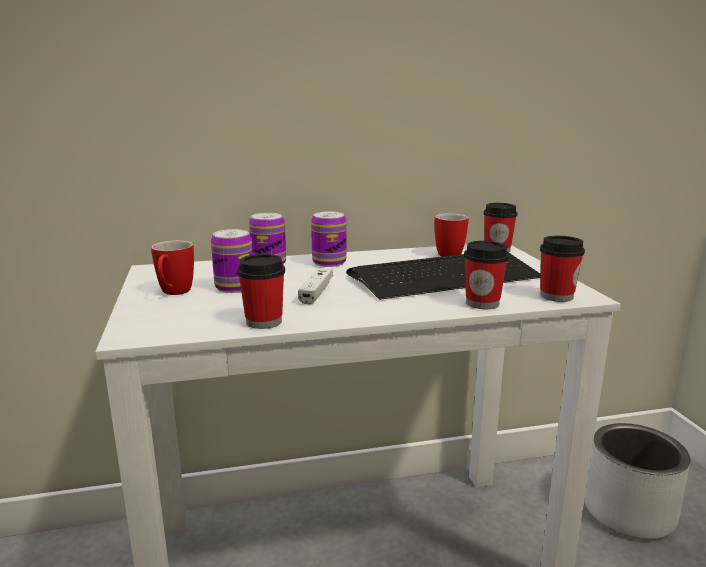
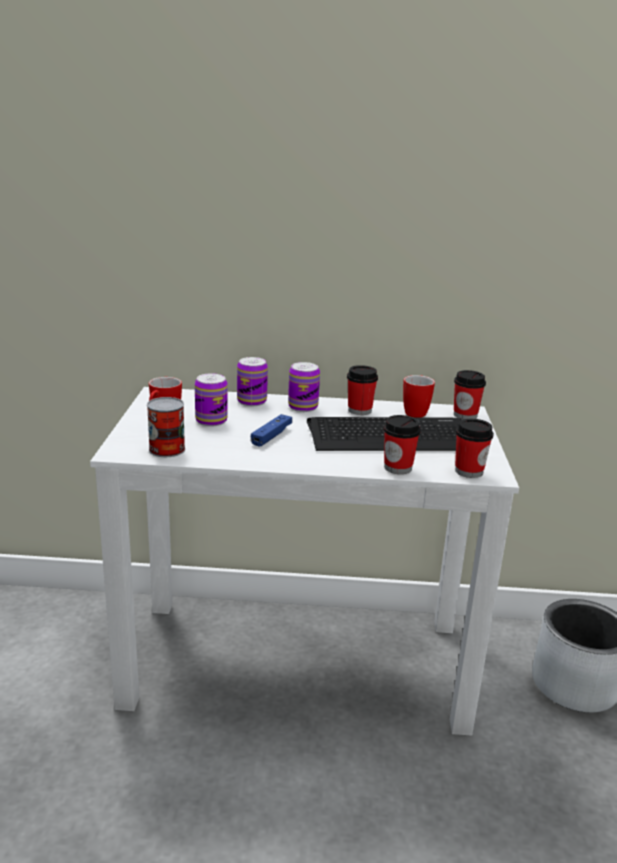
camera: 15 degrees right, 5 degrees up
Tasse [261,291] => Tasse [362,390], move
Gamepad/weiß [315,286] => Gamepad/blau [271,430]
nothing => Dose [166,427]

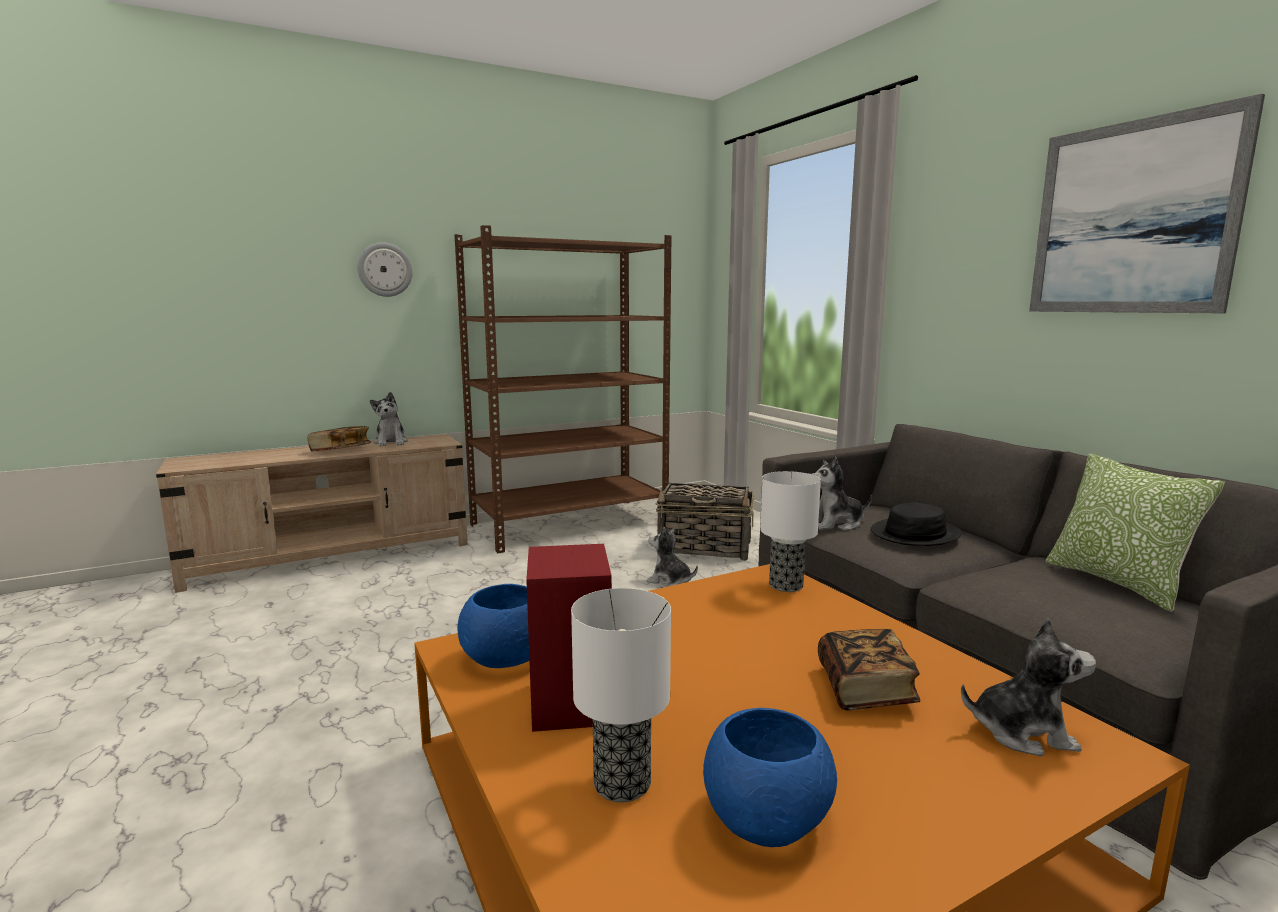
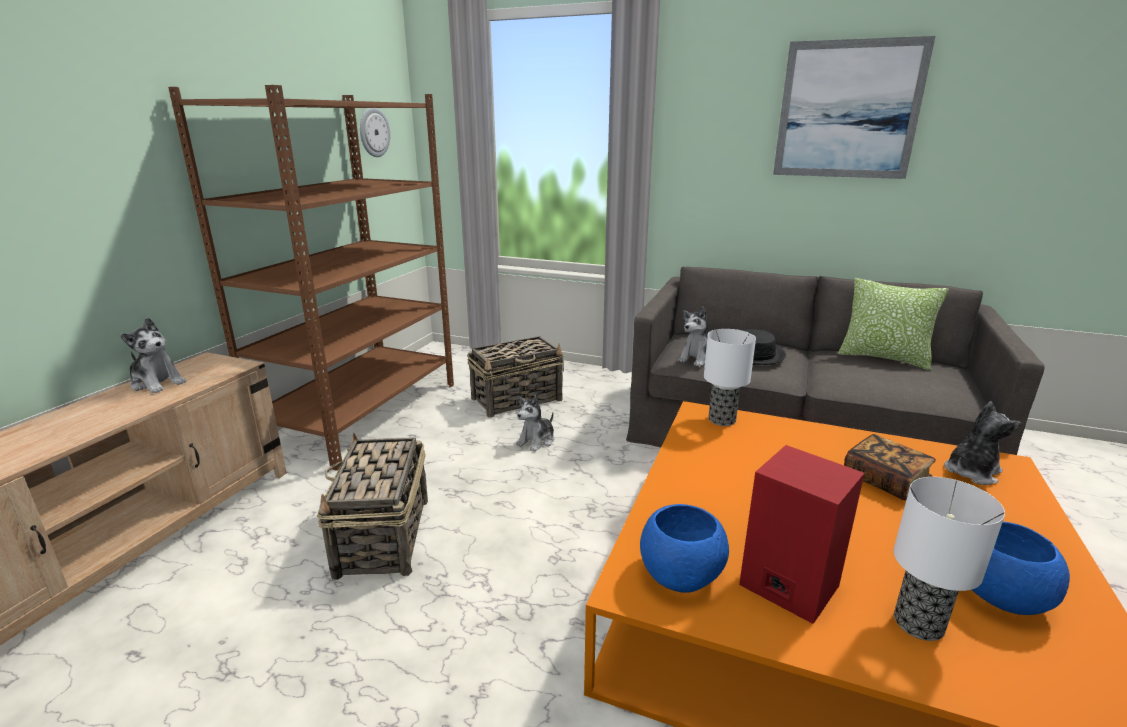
camera: 40 degrees left, 10 degrees up
Wanduhr [385,269] => Wanduhr [375,132], move
Buch [339,439] => nothing
Plüschtier [672,557] => Plüschtier [535,423], 45 degrees counterclockwise
nothing => Korb [372,506]

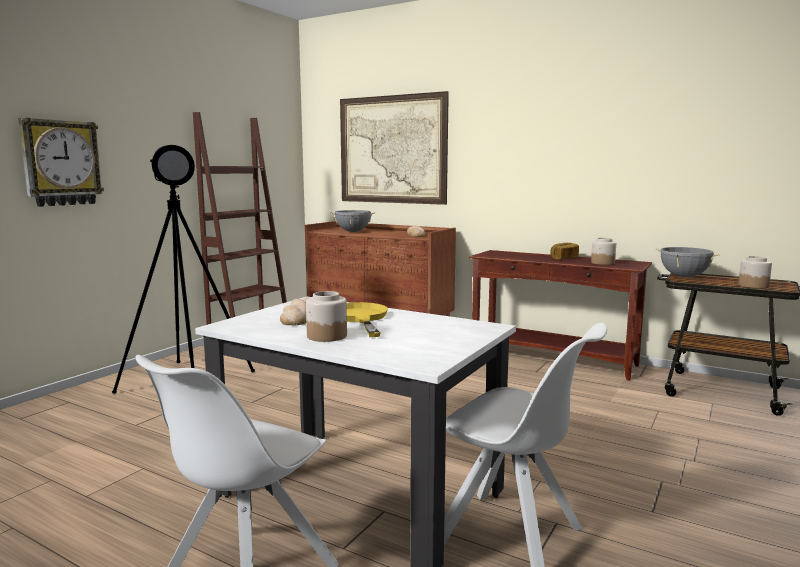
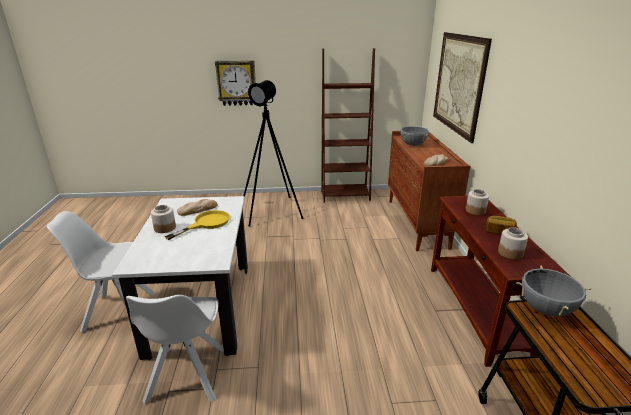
camera: 55 degrees right, 15 degrees up
Vorratsglas [755,272] => Vorratsglas [477,202], move

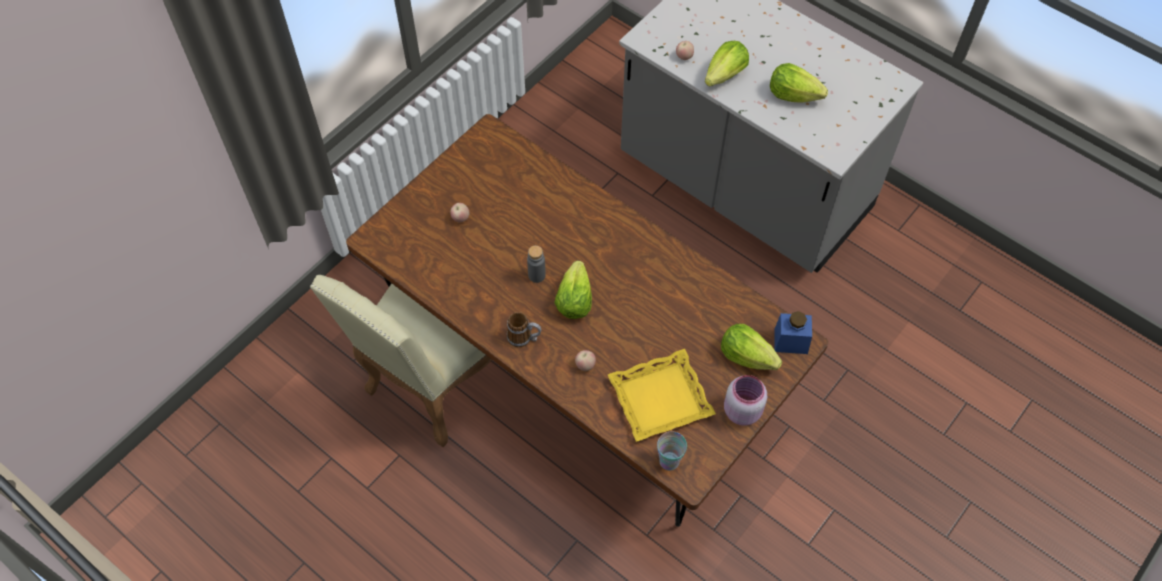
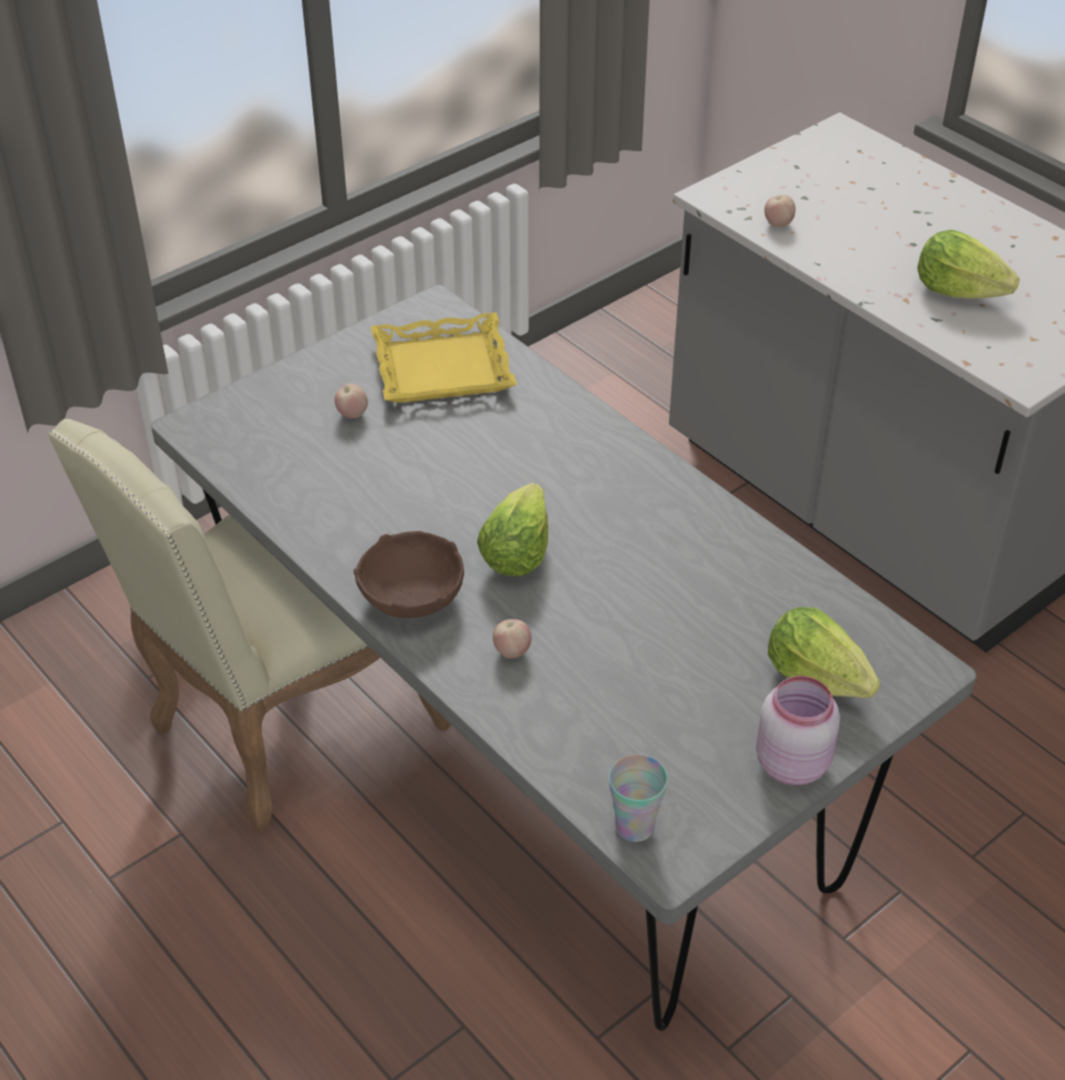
camera: 10 degrees right, 15 degrees down
Salatkopf [727,63] => nothing
Esstisch/braun [587,320] => Esstisch/grau [563,658]
Flasche/grau [536,264] => nothing
Vorratsglas/blau [793,332] => nothing
Henkelbecher [524,329] => Schüssel/braun [409,574]
Tablett/gelb [662,395] => Tablett/gelb [444,358], move

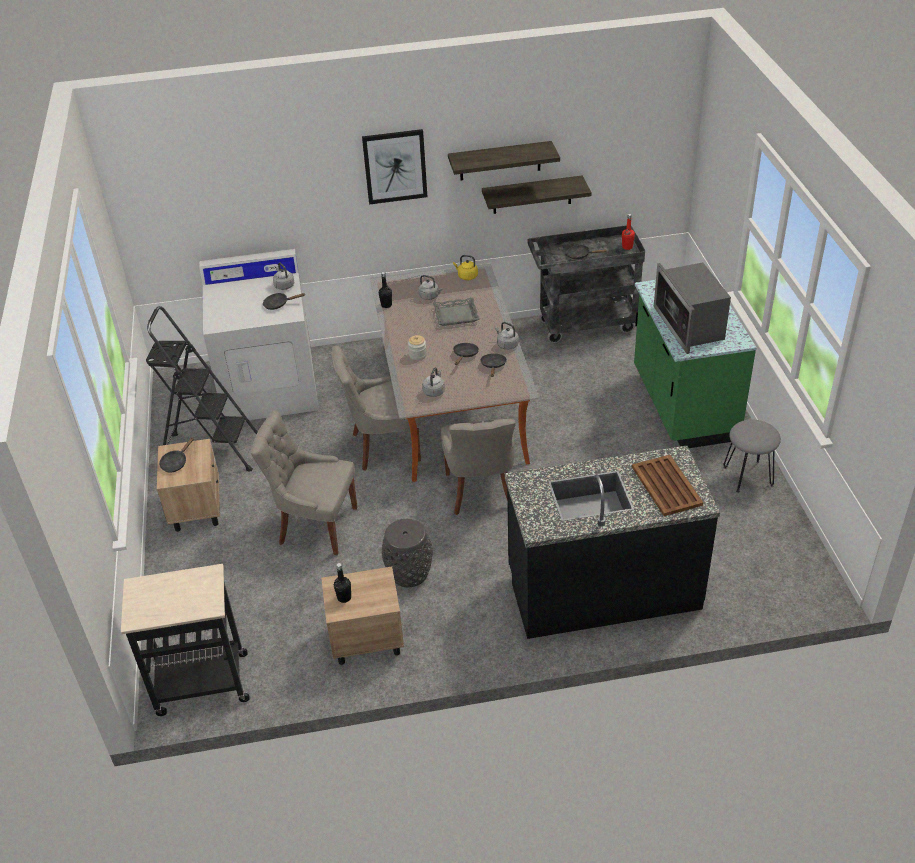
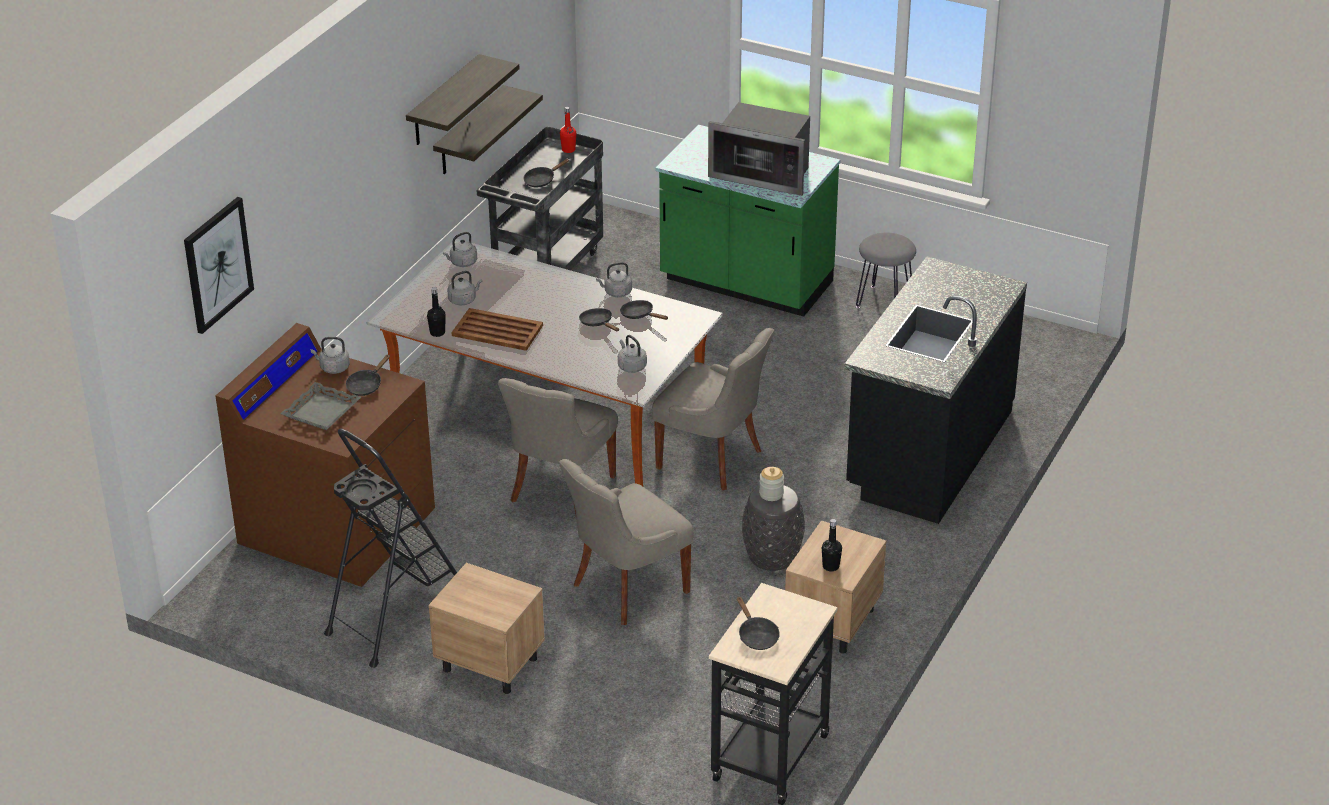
camera: 55 degrees left, 5 degrees down
Bild [395,167] => Bild [219,265], move
Waschmaschine/weiß [259,334] => Waschmaschine/braun [325,455]
Wasserkessel/gelb [465,267] => Wasserkessel/grau [460,249]
Tablett/grau [456,312] => Tablett/grau [321,406], move
Vorratsglas [417,347] => Vorratsglas [771,484], move
Pfanne/schwarz [176,455] => Pfanne/schwarz [758,623], move
Tablett/braun [668,485] => Tablett/braun [497,329], move

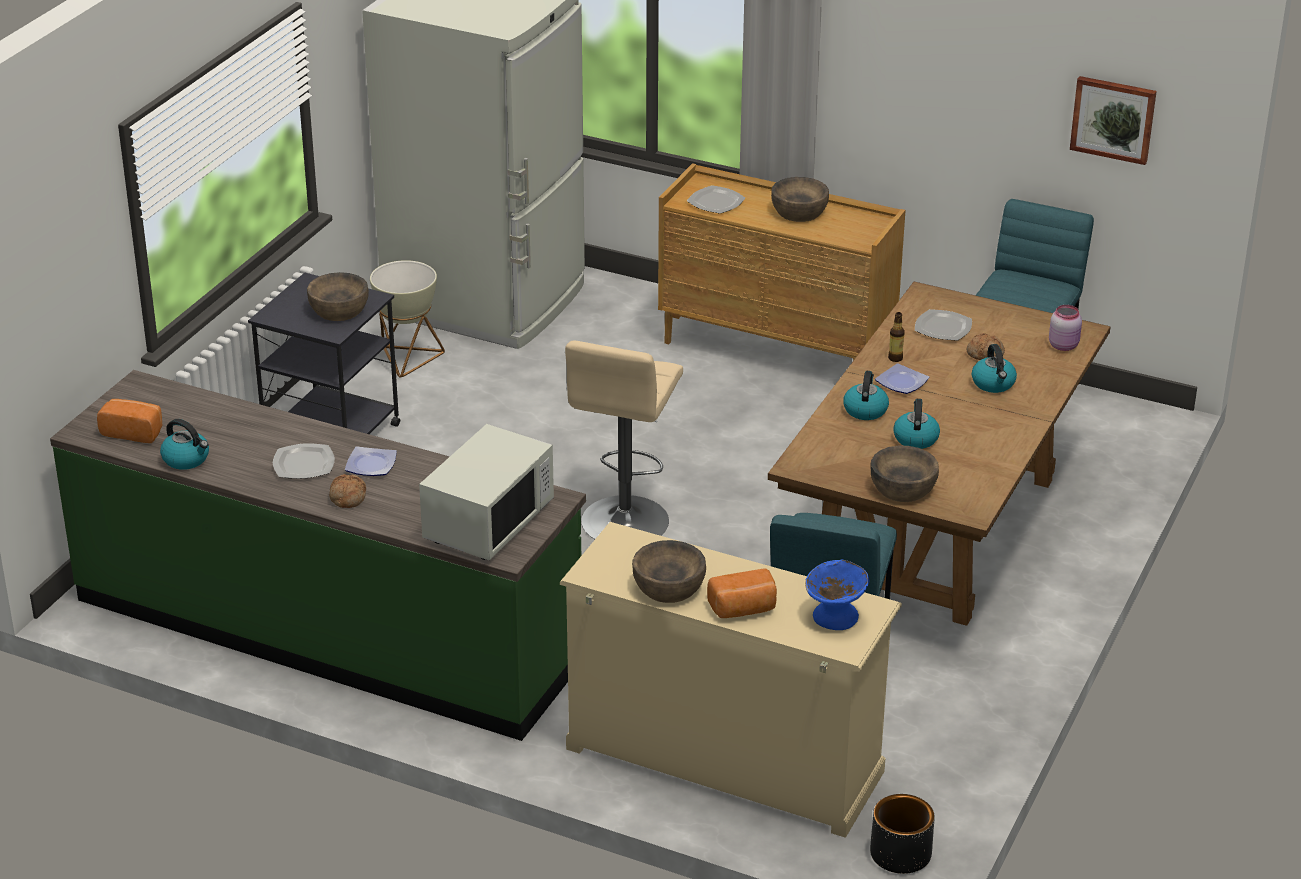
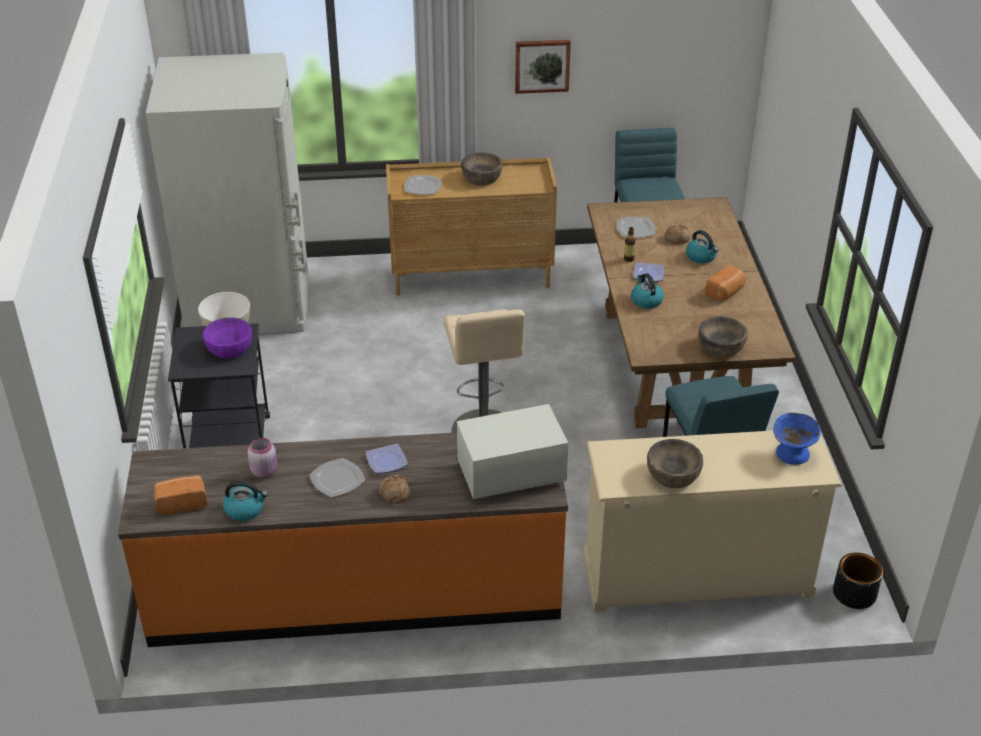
camera: 30 degrees left, 5 degrees up
Bild [1113,120] => Bild [543,67], move
Schüssel/braun [338,296] => Schüssel/lila [227,338]
Vorratsglas/rosa [1065,328] => Vorratsglas/rosa [262,458], move
Küchenzeile/grün [318,555] => Küchenzeile/orange [343,539]
Wasserkessel [916,424] => nothing
Mikrowelle/weiß [486,492] => Mikrowelle/weiß [512,451], 105 degrees counterclockwise
Brot [742,593] => Brot [725,283], move

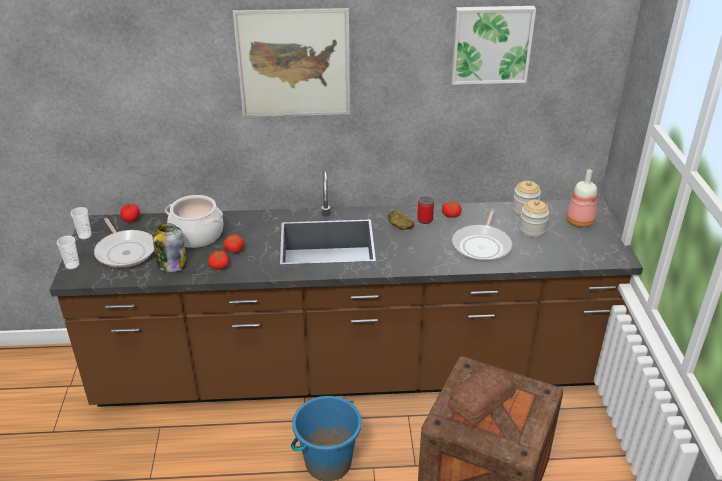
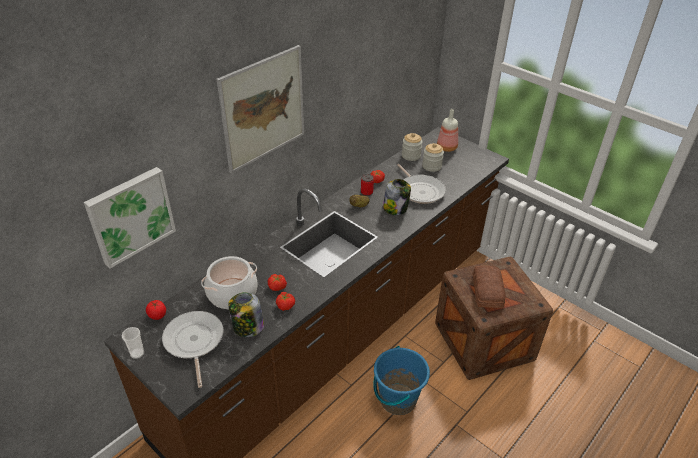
camera: 45 degrees left, 5 degrees up
Bild [493,45] => Bild [130,217], move
Pfanne [124,243] => Pfanne [193,349], 120 degrees counterclockwise
Tasse [68,253] => nothing
nothing => Vorratsglas [397,197]

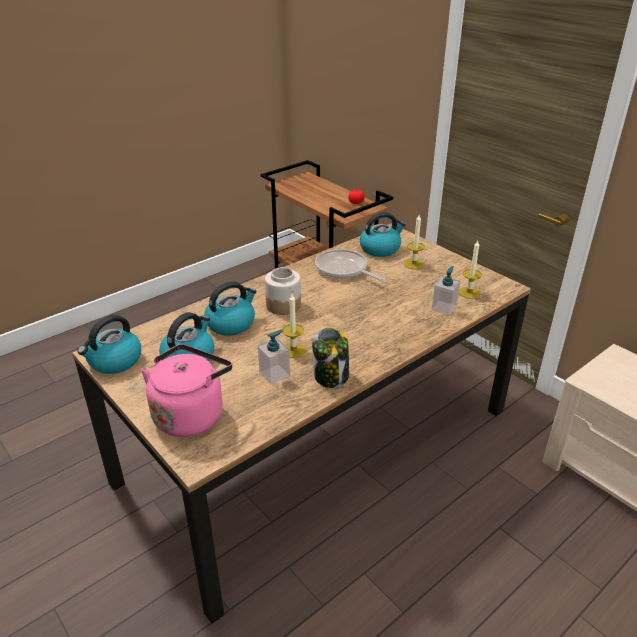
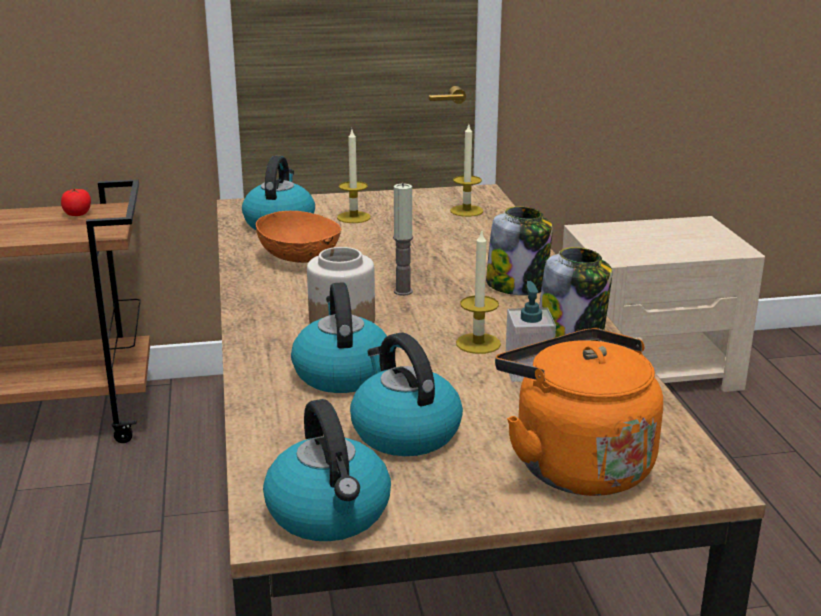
camera: 60 degrees left, 10 degrees down
Pfanne [350,265] => Schüssel/orange [299,237]
Seifenspender [446,290] => nothing
Wasserkessel/rosa [186,390] => Wasserkessel/orange [579,412]
nothing => Kerze [403,239]
nothing => Vorratsglas [519,250]

